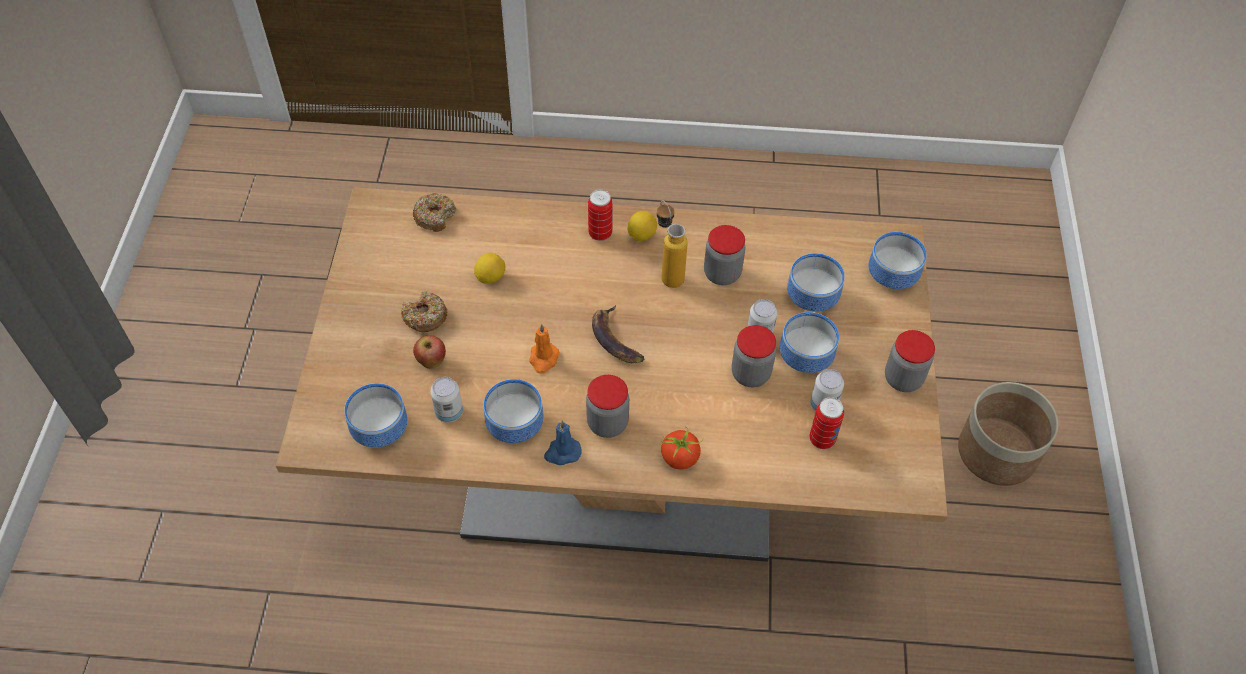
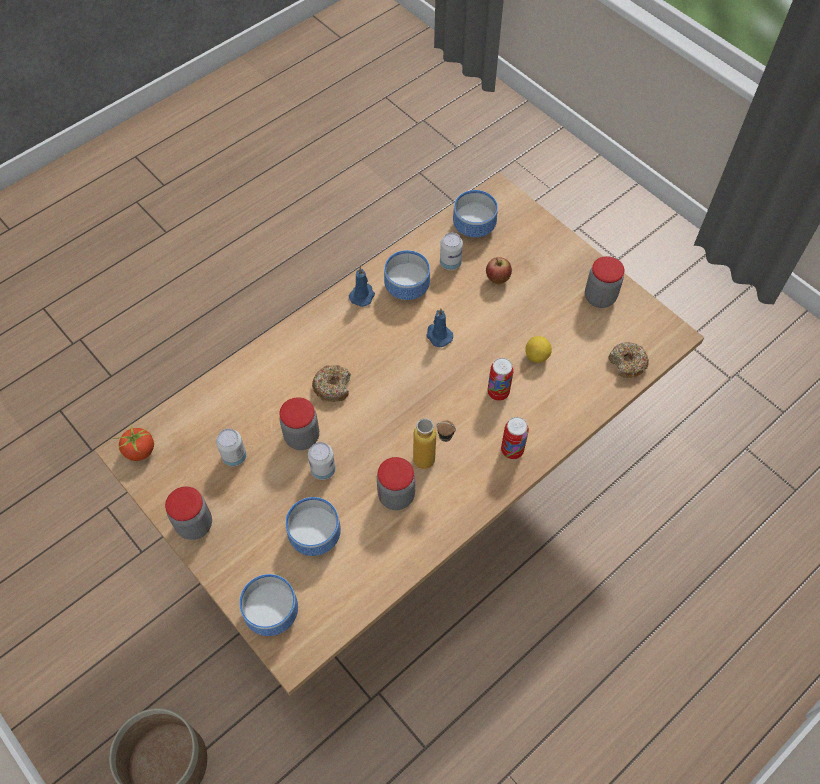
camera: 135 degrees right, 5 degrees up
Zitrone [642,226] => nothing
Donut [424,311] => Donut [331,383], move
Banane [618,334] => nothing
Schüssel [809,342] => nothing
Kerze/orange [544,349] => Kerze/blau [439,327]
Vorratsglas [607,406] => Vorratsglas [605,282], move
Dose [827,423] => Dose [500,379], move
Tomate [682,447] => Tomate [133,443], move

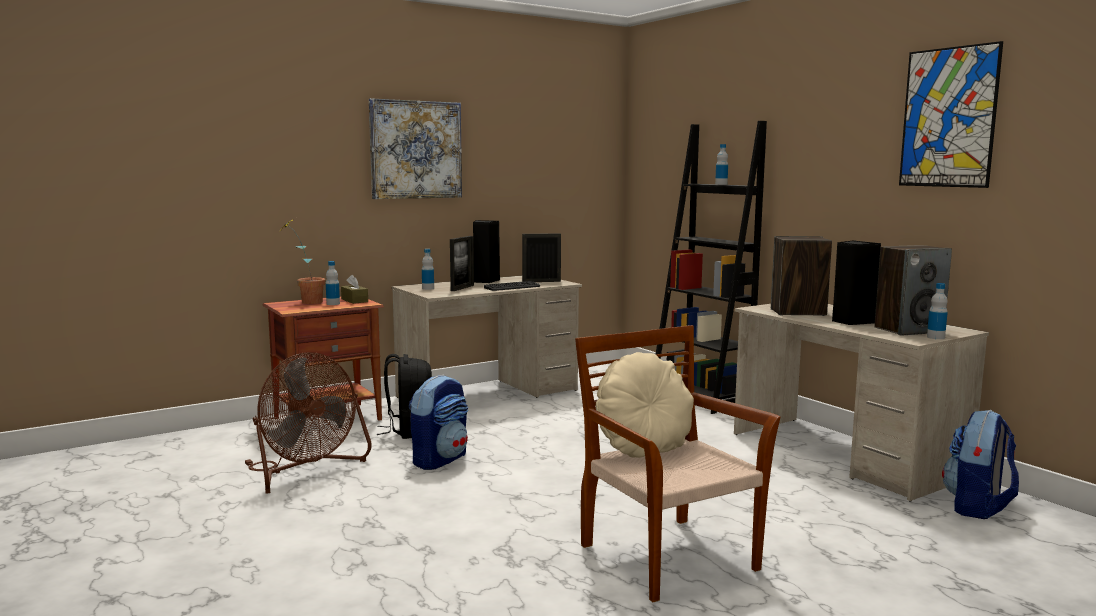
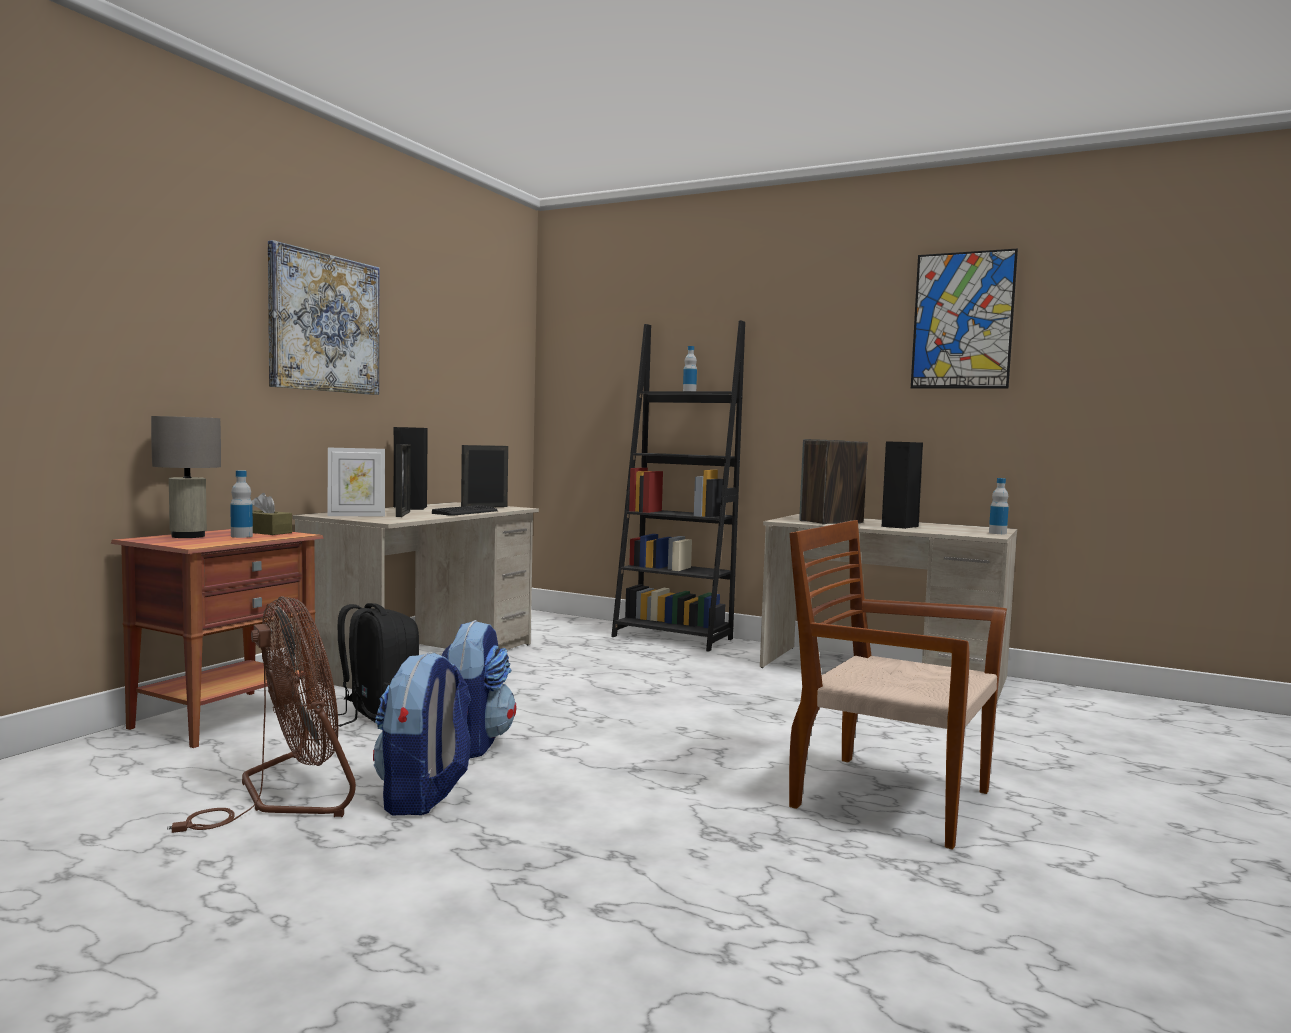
camera: 30 degrees left, 5 degrees down
Topfpflanze [302,262] => Tischlampe/grau [186,477]
Lautsprecher [913,290] => nothing
Flasche [428,269] => Bilderrahmen [356,482]
Ventilator/braun [308,423] => Ventilator/braun [261,714], 45 degrees counterclockwise
Kissen/beige [645,405] => nothing
Rucksack [980,464] => Rucksack [422,733], move

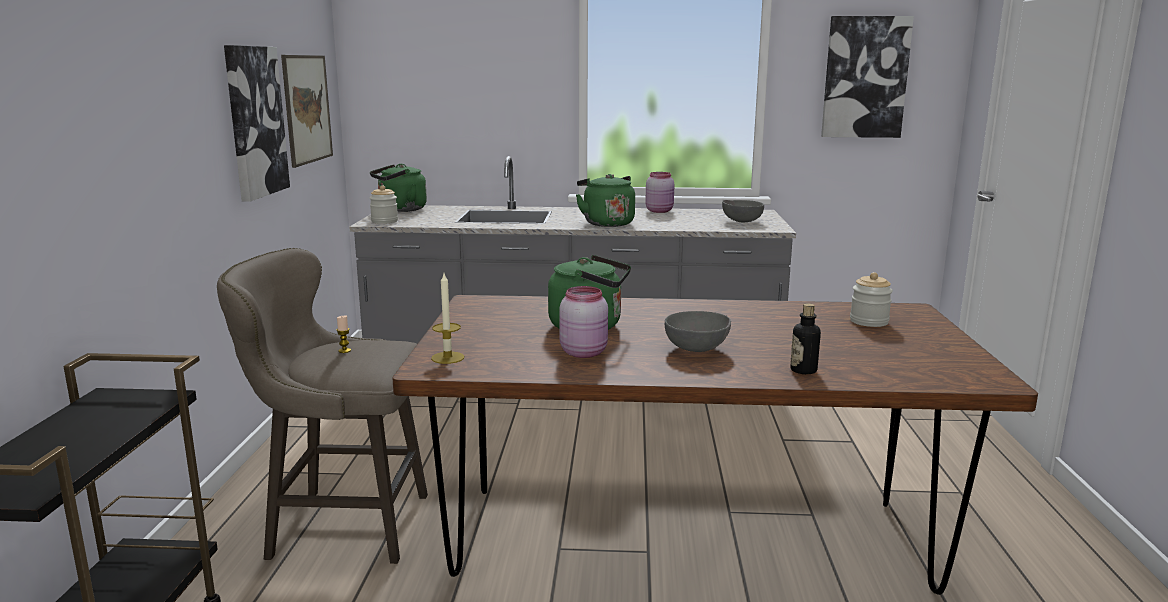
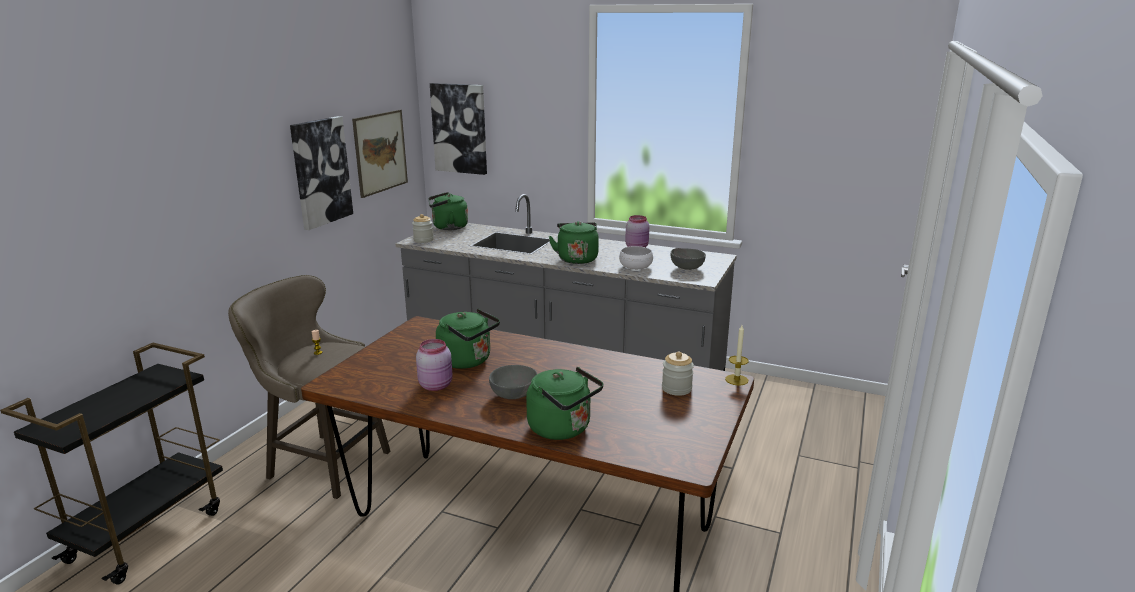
camera: 20 degrees right, 5 degrees up
Bild [867,77] => Bild [458,129], move
Kerze [447,318] => Kerze [737,355], move
Flasche [805,338] => Wasserkessel/grün [564,403]
nothing => Schüssel/weiß [636,258]

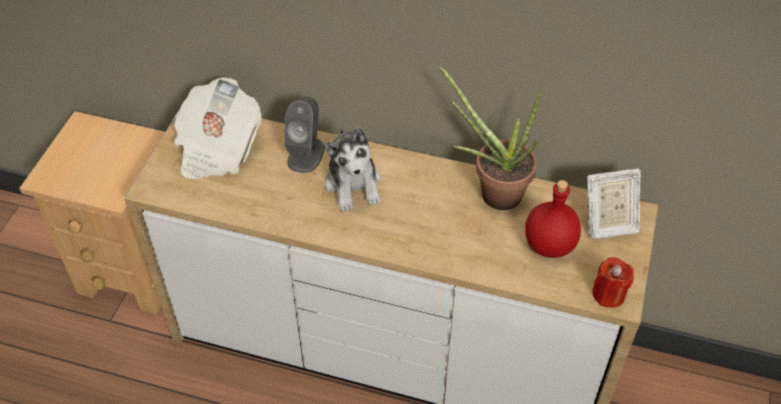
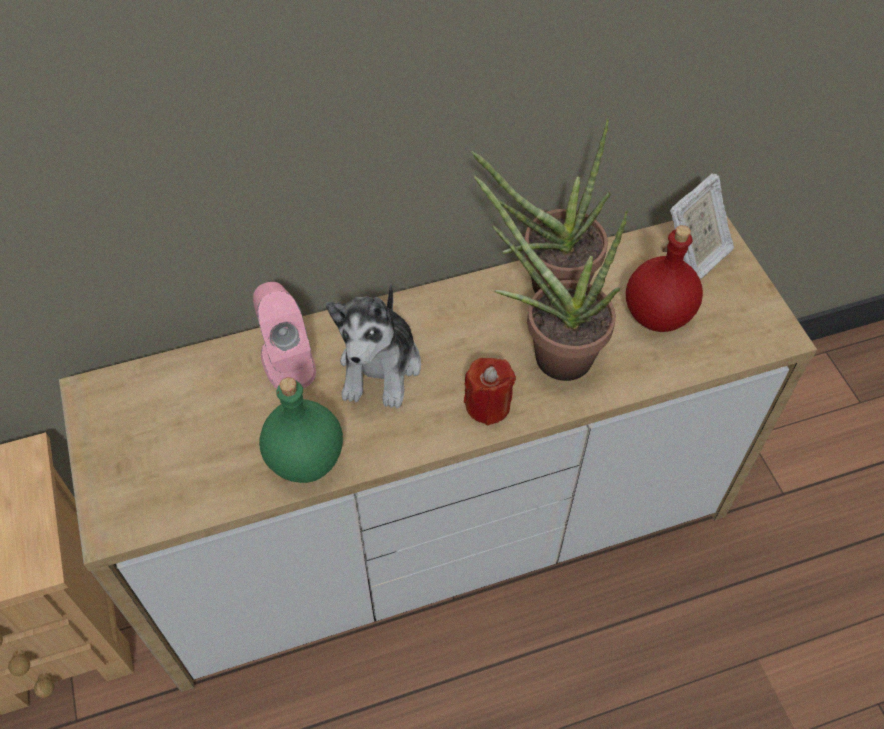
camera: 35 degrees left, 5 degrees up
Zeitung [218,128] => nothing
Lautsprecher/grau [304,134] => Lautsprecher/rosa [284,335]
Plüschtier [352,169] => Plüschtier [373,346], 60 degrees clockwise
Kerze/rot [613,282] => Kerze/rot [490,391], move
nothing => Topfpflanze [551,278]
nothing => Flasche/grün [301,430]

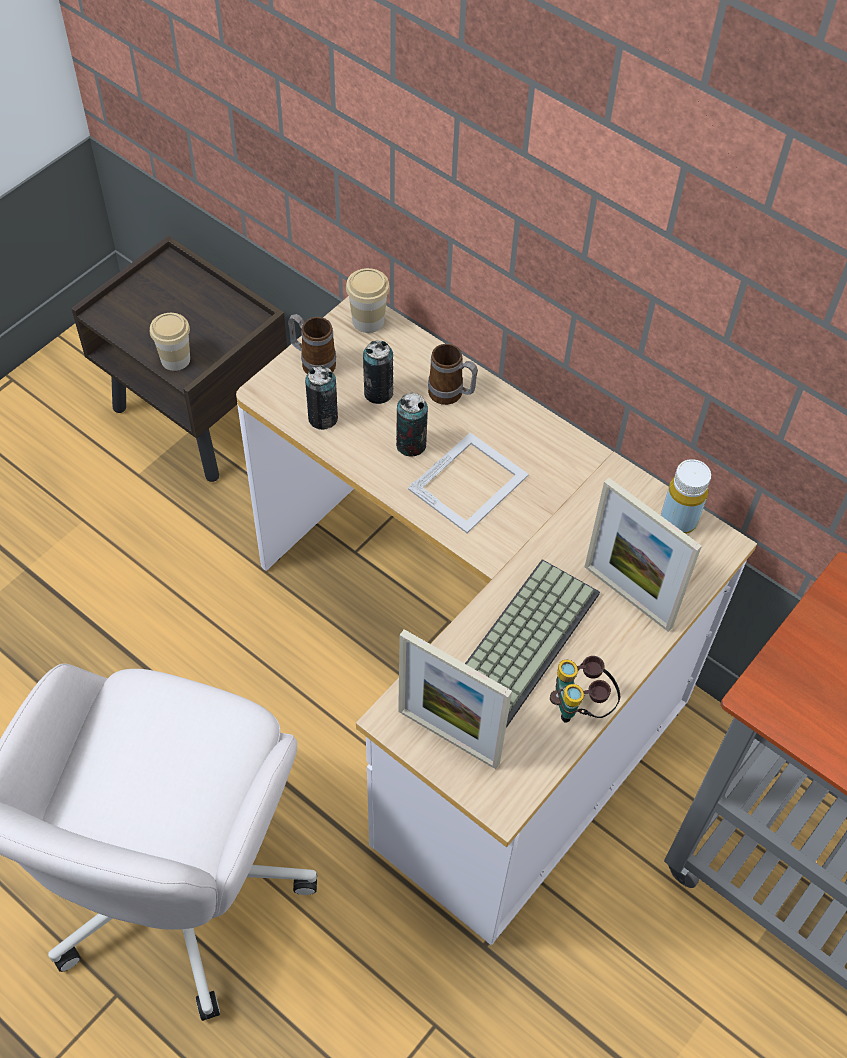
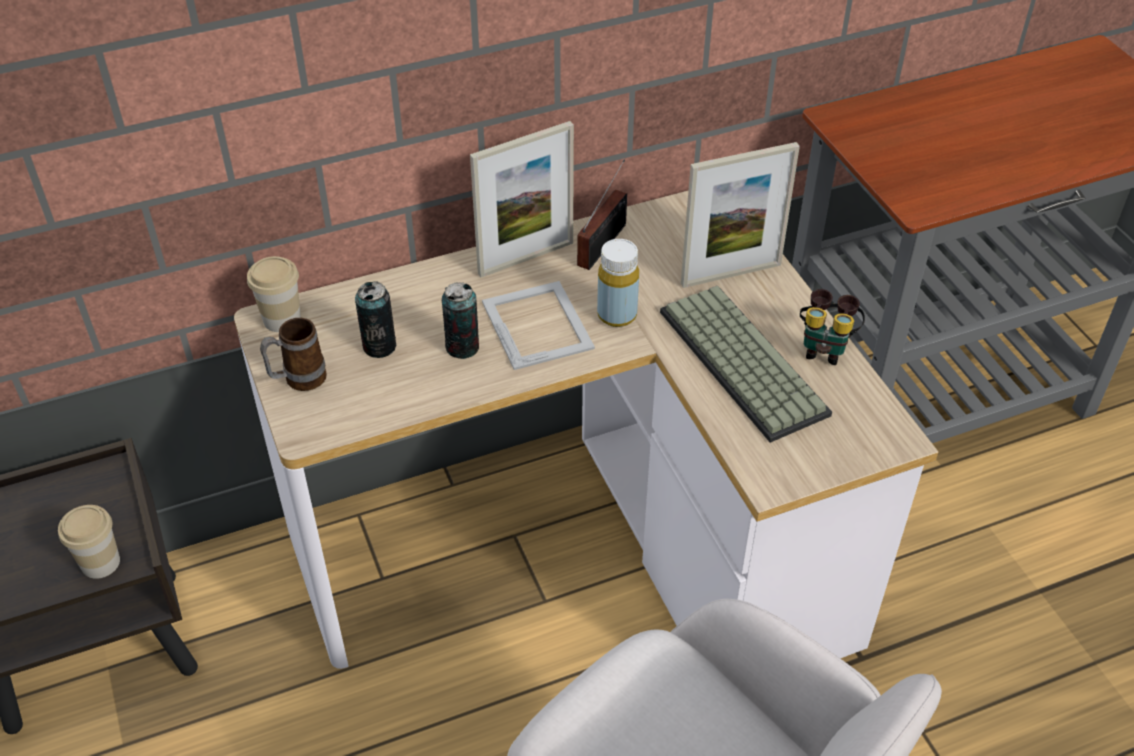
camera: 60 degrees left, 10 degrees down
Henkelbecher [453,374] => nothing
Dose [321,398] => nothing
Flasche/gelb [686,496] => Flasche/gelb [618,283], move
Bilderrahmen [455,699] => Bilderrahmen [522,199], move
nothing => Radio [602,215]

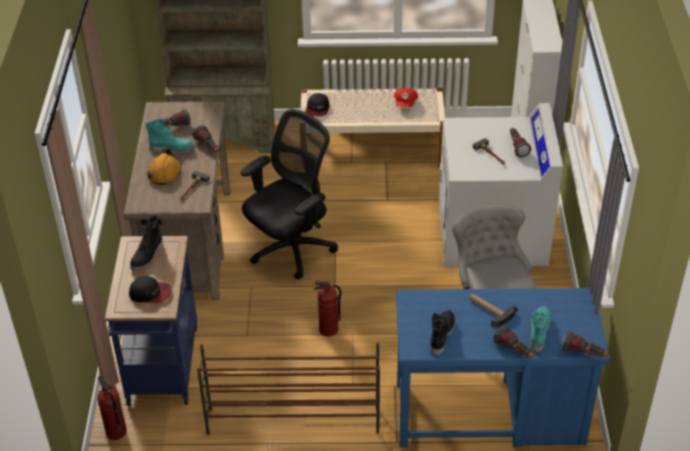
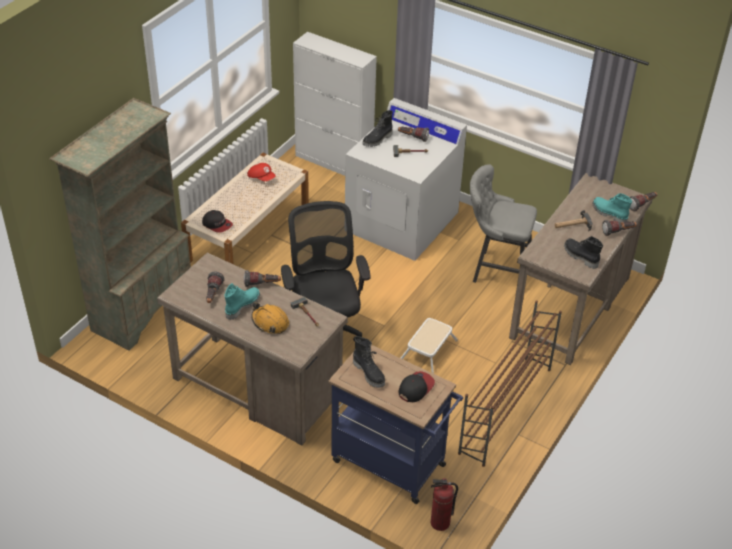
camera: 60 degrees left, 0 degrees up
Feuerlöscher [328,309] => Trittleiter/beige [429,346]
Schreibtisch/blau [503,367] => Schreibtisch/braun [581,269]
nothing => Stiefel/schwarz [377,128]

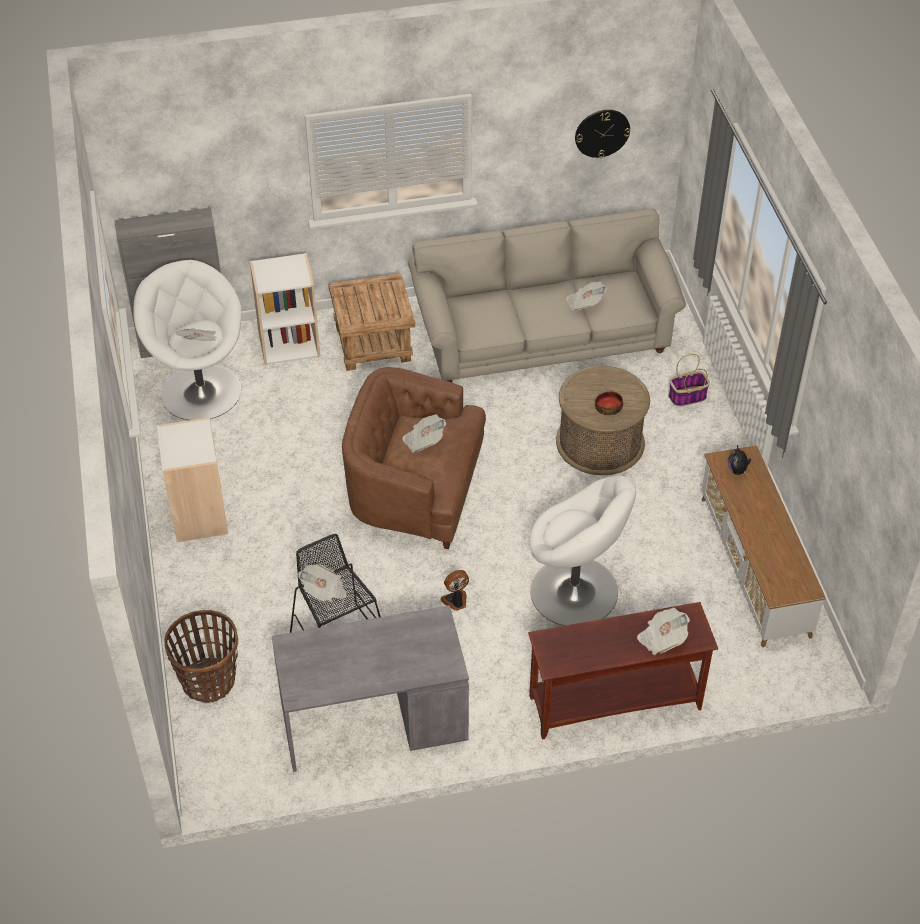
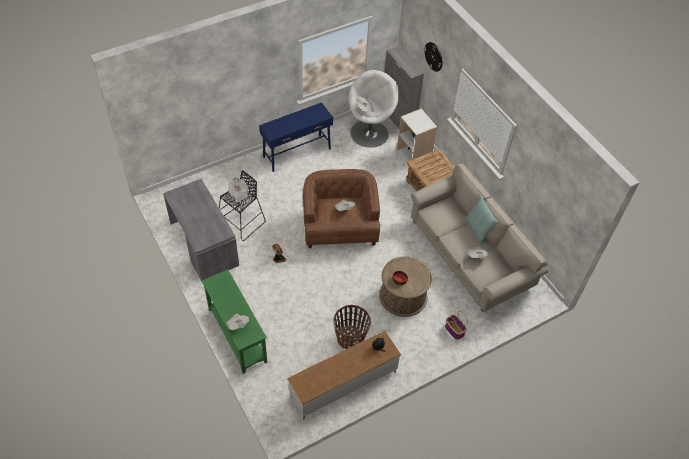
camera: 70 degrees right, 5 degrees up
Wanduhr [602,134] => Wanduhr [433,57], move
Bücherregal/weiß [192,479] => Konsolentisch/blau [296,137]
Sessel/weiß [583,551] => nothing
Konsolentisch/braun [623,671] => Konsolentisch/grün [234,322]
Korb [201,656] => Korb [352,327], move
nothing => Kissen [481,220]

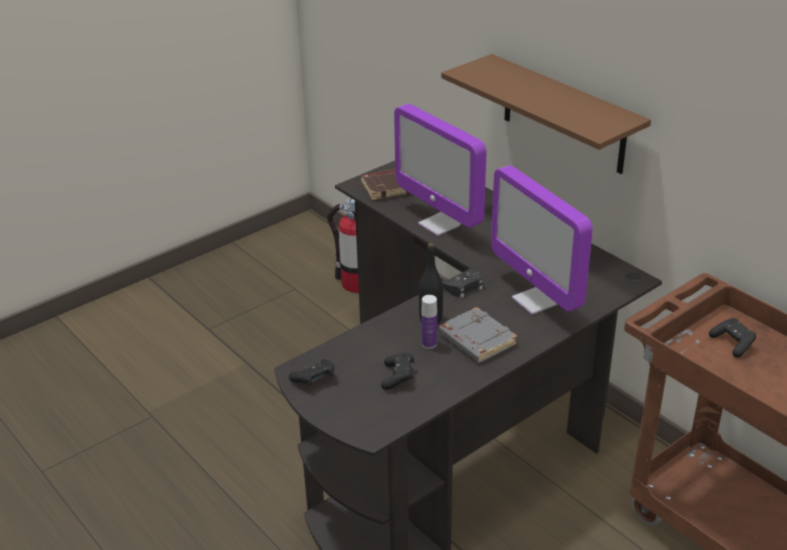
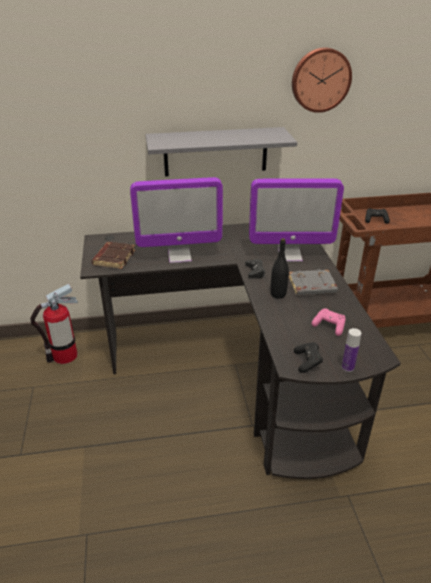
camera: 60 degrees left, 0 degrees up
Wandregal/braun [546,114] => Wandregal/grau [221,151]
Flasche [429,322] => Flasche [351,350], move
Gamepad/schwarz [398,371] => Gamepad/rosa [329,322]
nothing => Wanduhr [322,80]

